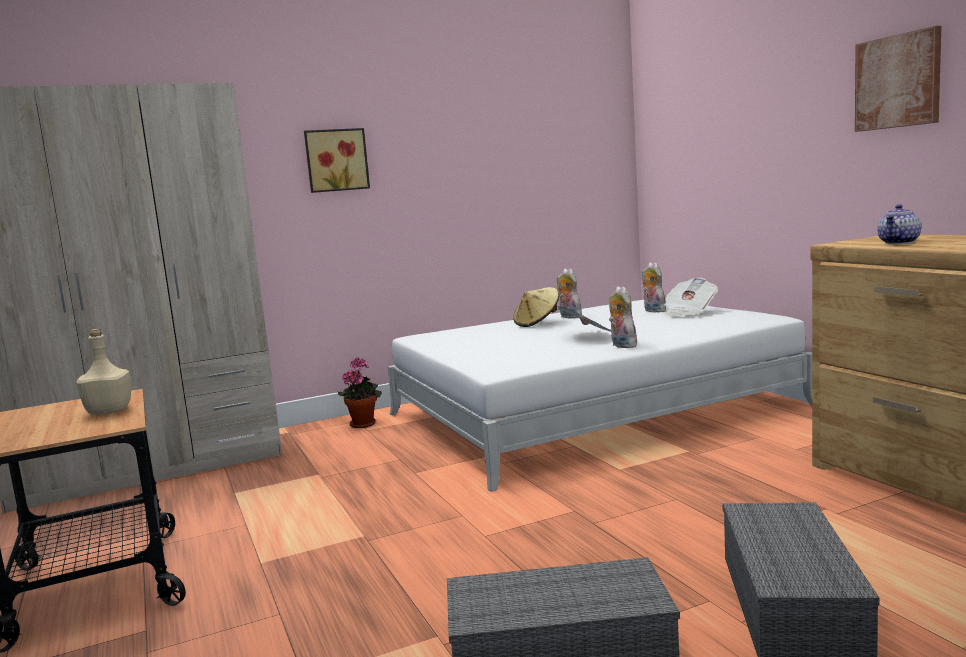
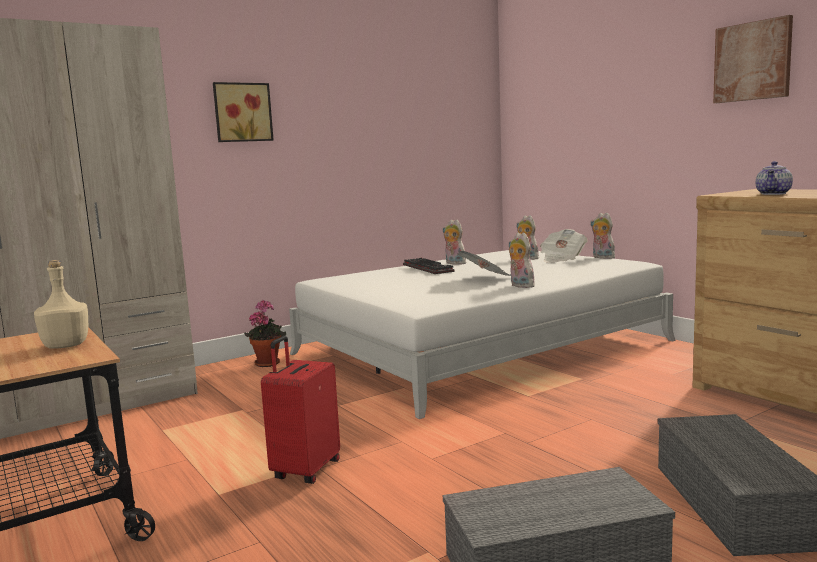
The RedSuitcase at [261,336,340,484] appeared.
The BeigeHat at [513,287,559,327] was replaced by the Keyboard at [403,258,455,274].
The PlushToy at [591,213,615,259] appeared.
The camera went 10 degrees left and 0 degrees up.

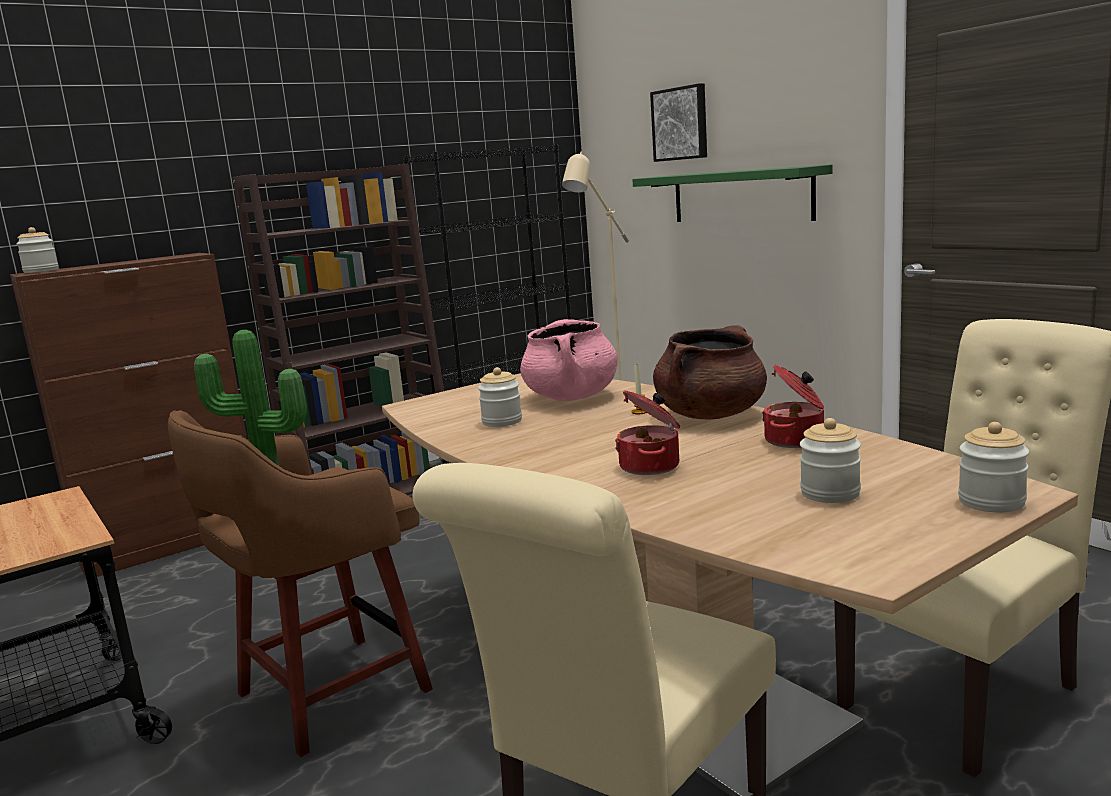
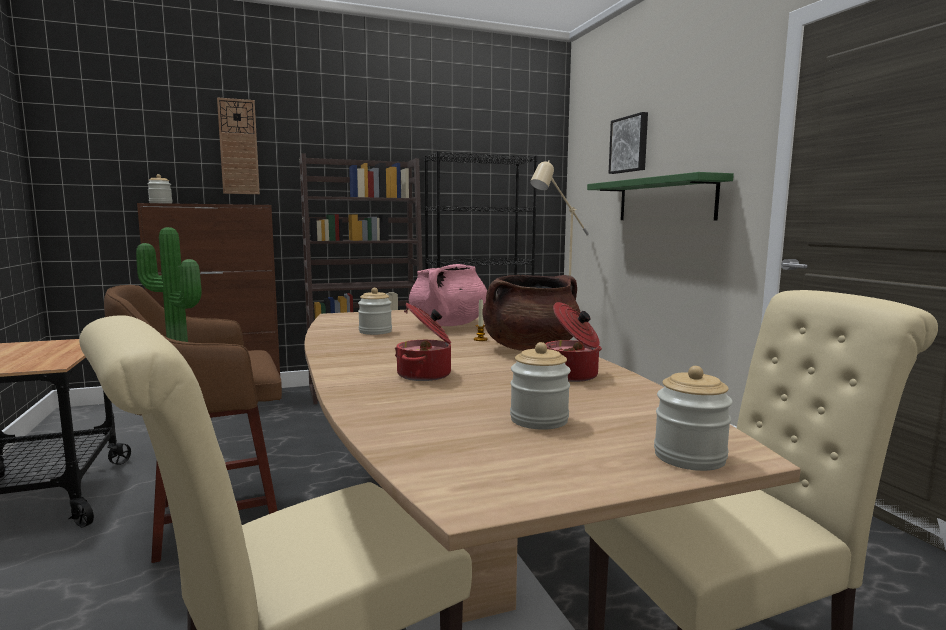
The WallClock at [217,97,260,194] appeared.
The camera went 15 degrees right and 5 degrees down.

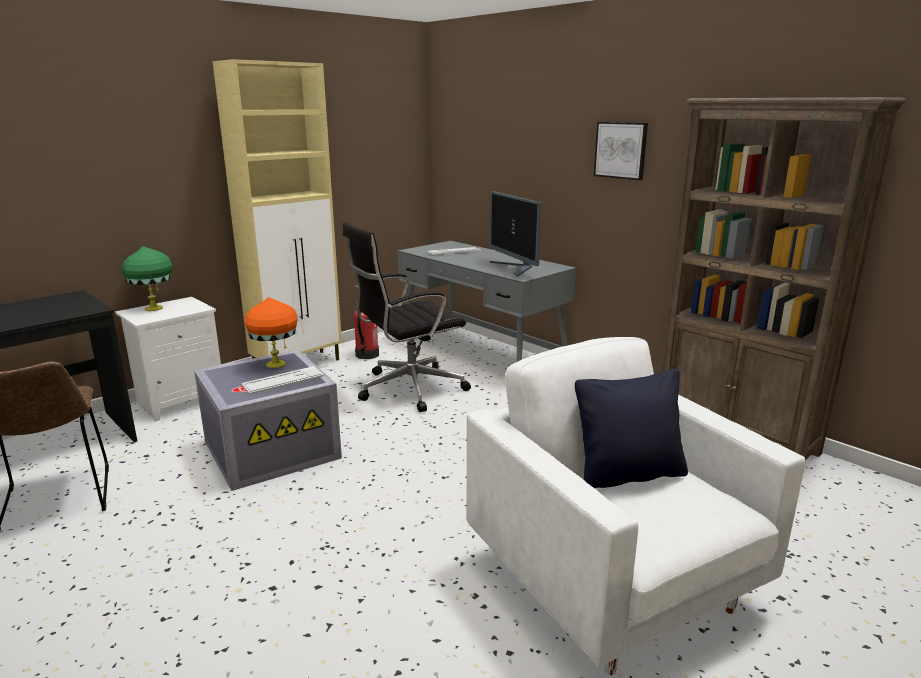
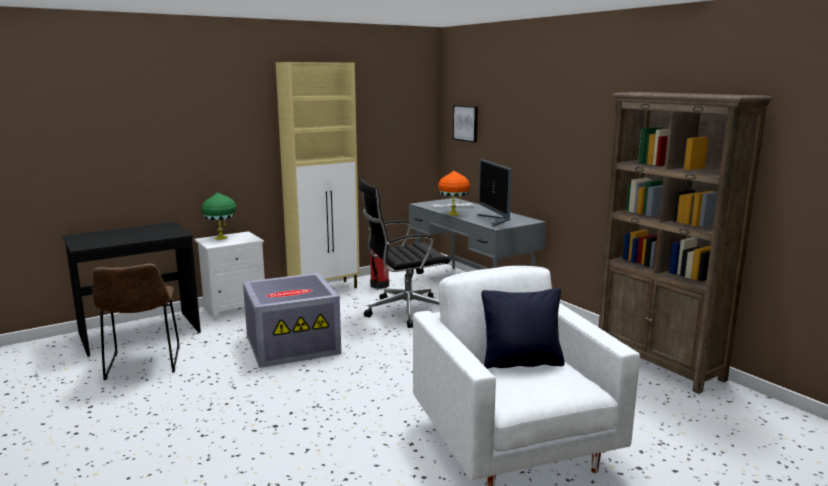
The OrangeTableLamp moved from [244,297,298,368] to [438,171,470,215].
The Picture moved from [594,122,648,180] to [453,105,478,142].
The Keyboard at [241,366,324,394] disappeared.
The camera went 10 degrees right and 5 degrees down.

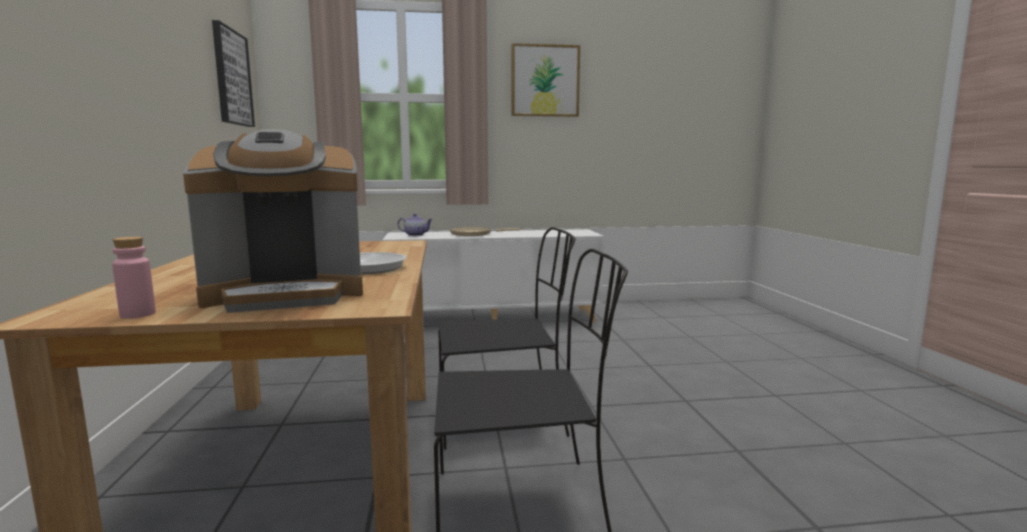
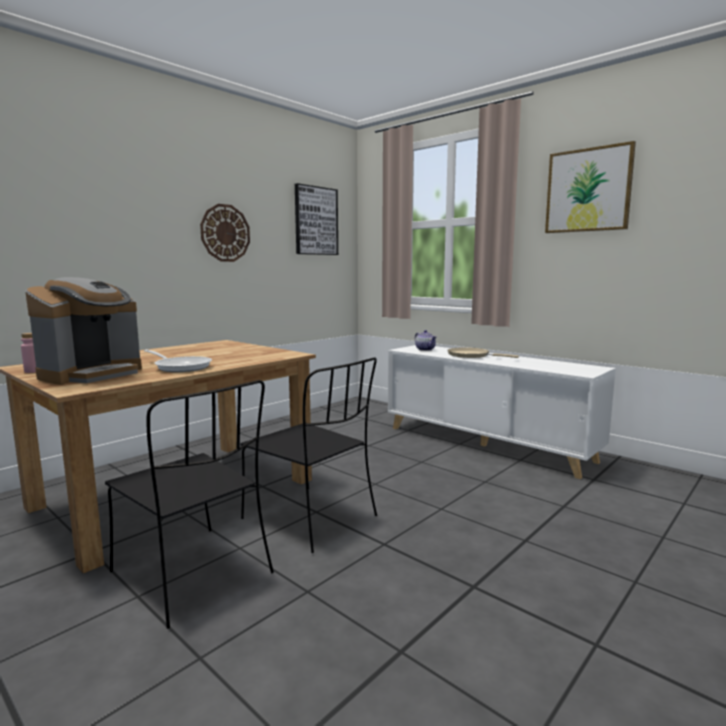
The CoffeeMachine at [183,129,363,313] turned 90 degrees counterclockwise.
The WallClock at [200,204,250,262] appeared.
The camera went 50 degrees right and 0 degrees up.

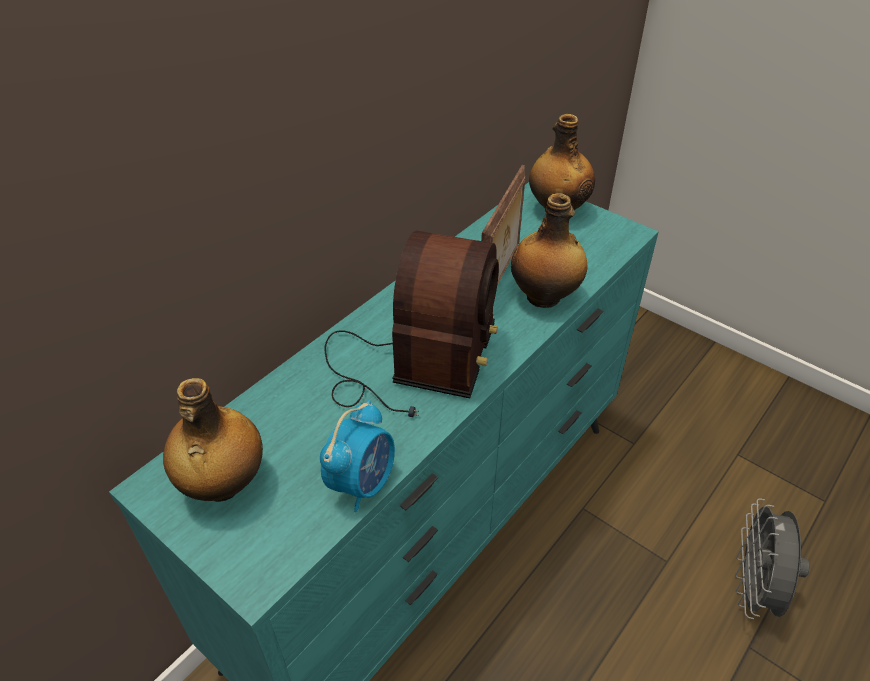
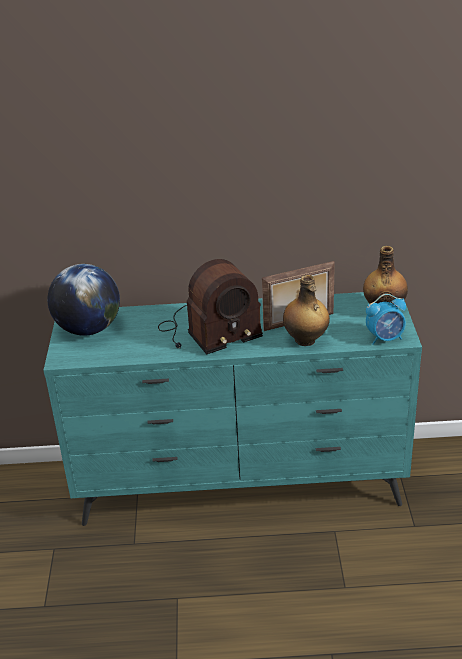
The Bottle at [163,378,263,502] was replaced by the Globe at [47,264,120,336].
The AlarmClock moved from [320,400,395,512] to [366,294,406,345].
The GreyFan at [735,499,810,619] disappeared.
The camera went 50 degrees right and 10 degrees down.

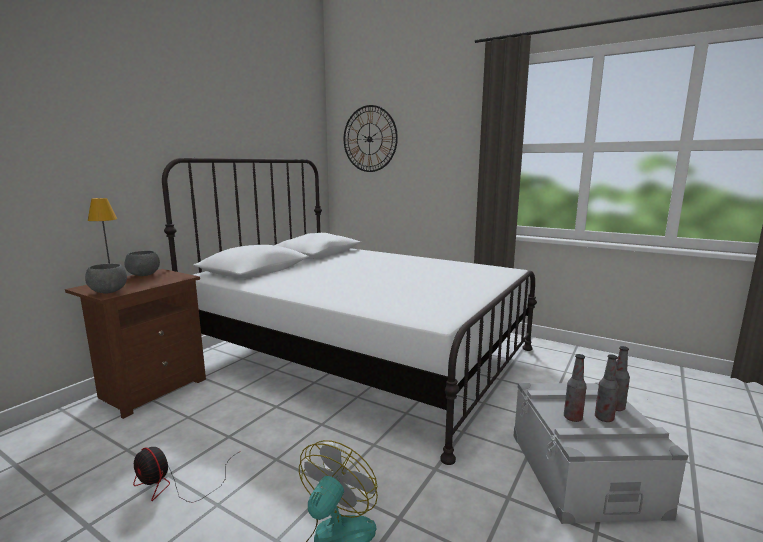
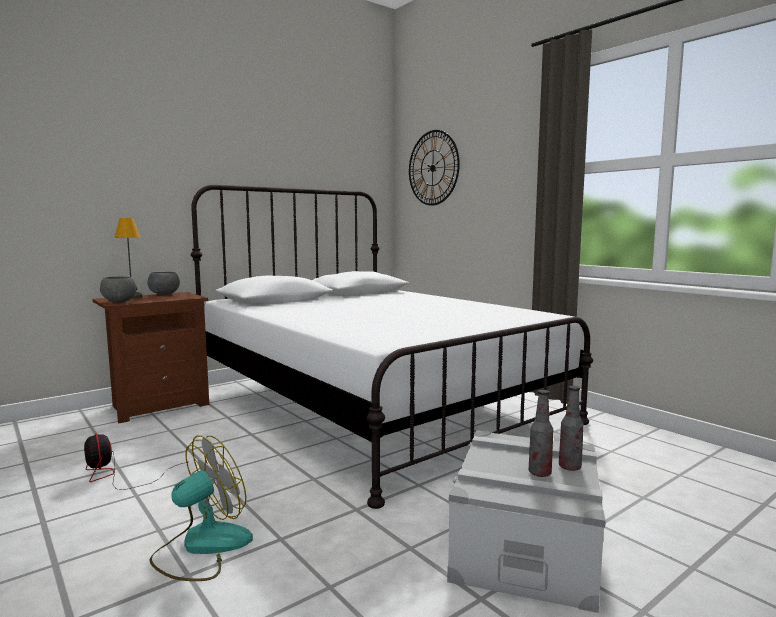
The Bottle at [564,354,587,422] disappeared.
The camera went 20 degrees right and 5 degrees down.

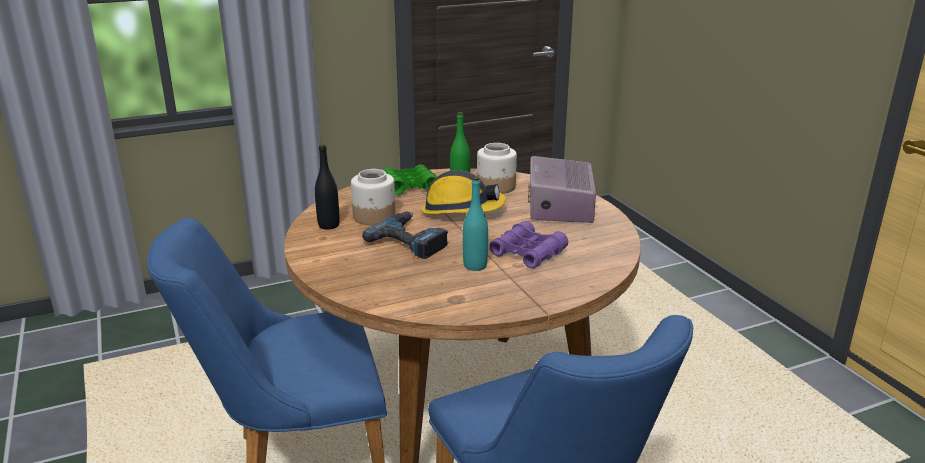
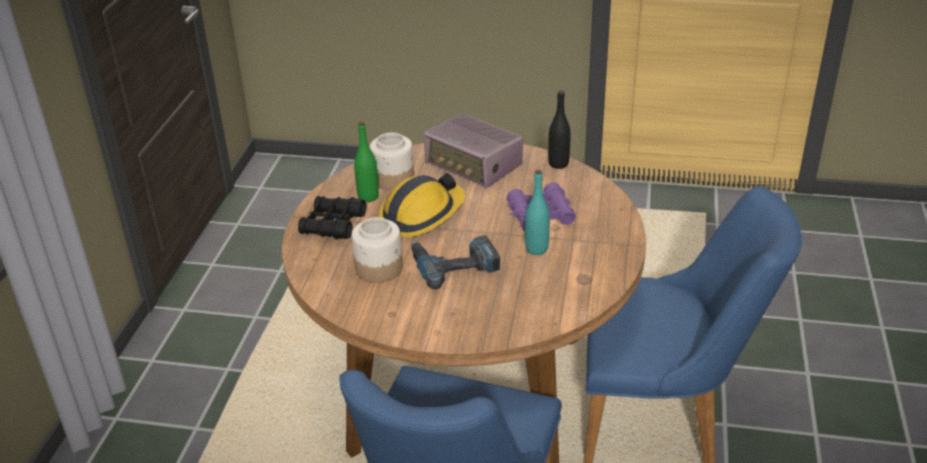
The GreenBinoculars at [383,165,437,195] became the BlackBinoculars at [298,196,366,239].
The BlackBottle moved from [315,144,340,230] to [548,90,571,169].
The camera went 55 degrees left and 10 degrees up.

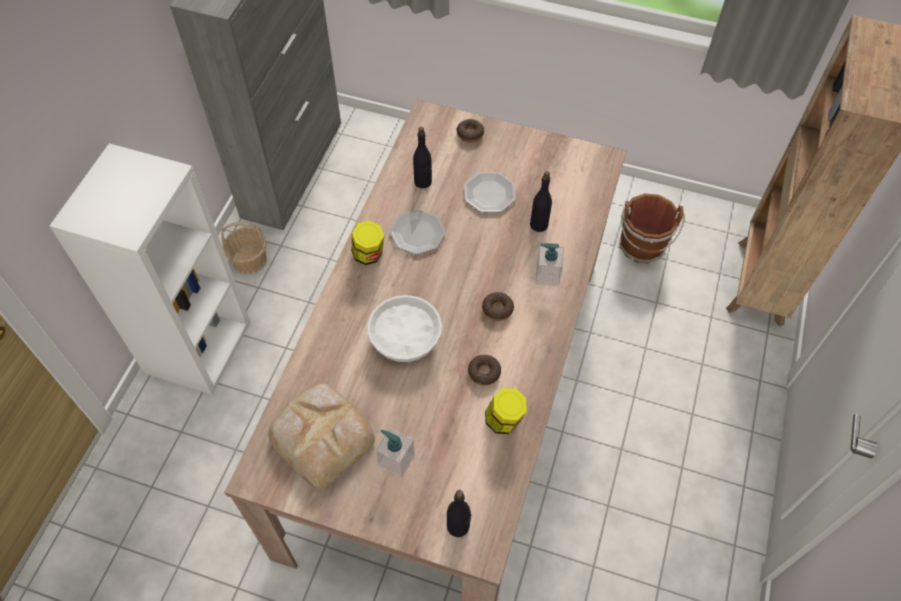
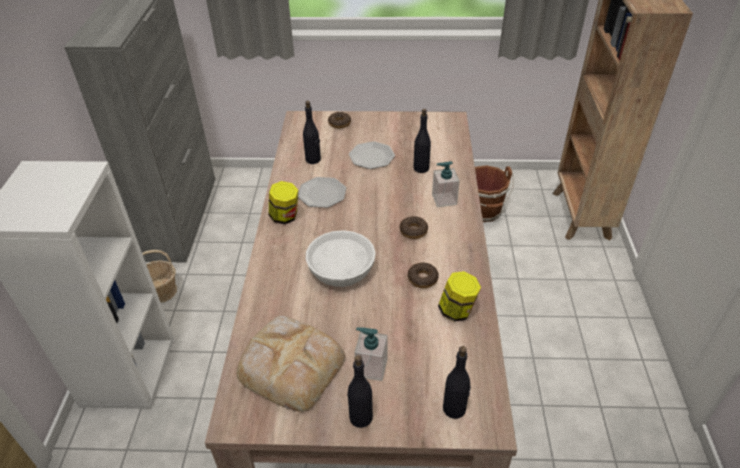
The BlackBottle at [347,355,373,428] appeared.
The camera went 15 degrees left and 15 degrees down.

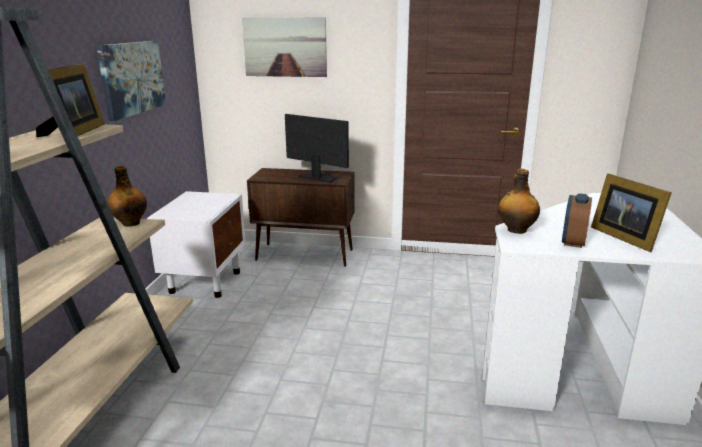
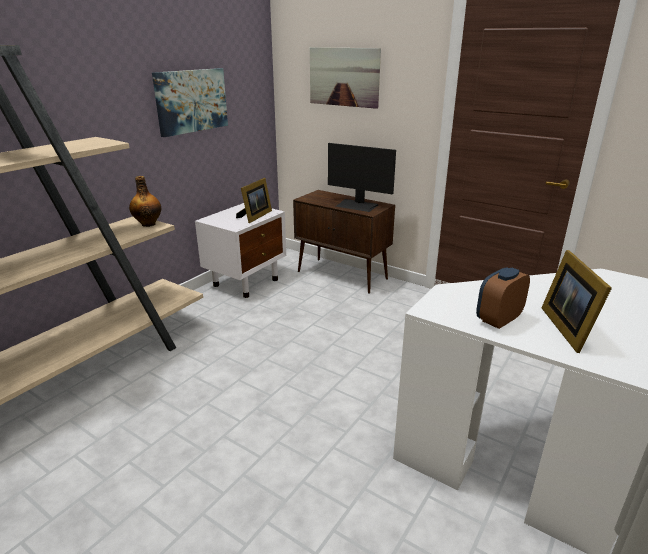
The PictureFrame moved from [36,64,105,137] to [236,178,272,223].
The Monitor at [285,114,349,183] turned 150 degrees clockwise.
The Bottle at [498,169,540,234] disappeared.
The camera went 25 degrees right and 5 degrees up.

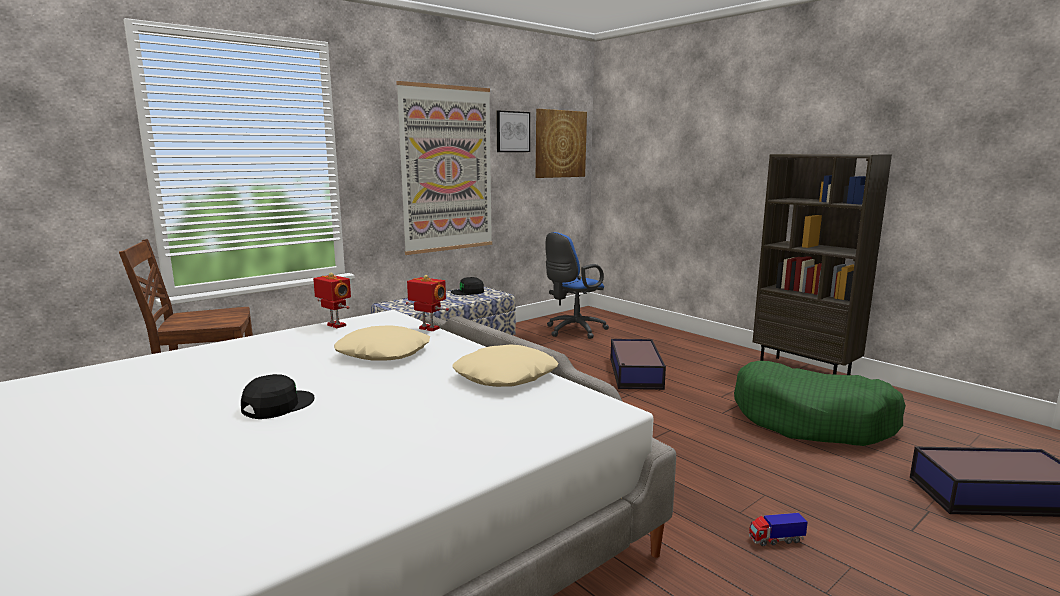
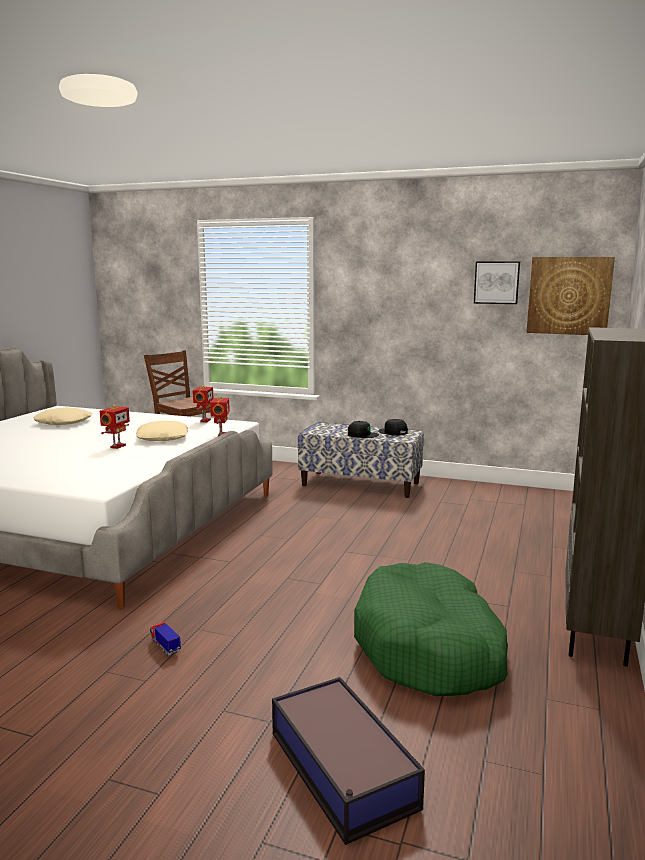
The BeigePillow moved from [452,344,558,387] to [34,407,92,425].
The ToyRobot at [100,405,130,449] appeared.
The BlackCap moved from [241,374,315,419] to [348,421,379,438].
The Picture at [396,81,492,255] disappeared.
The BlueOfficeChair at [545,232,609,339] disappeared.
The StorageBox at [610,339,666,390] disappeared.
The camera went 60 degrees right and 0 degrees up.

